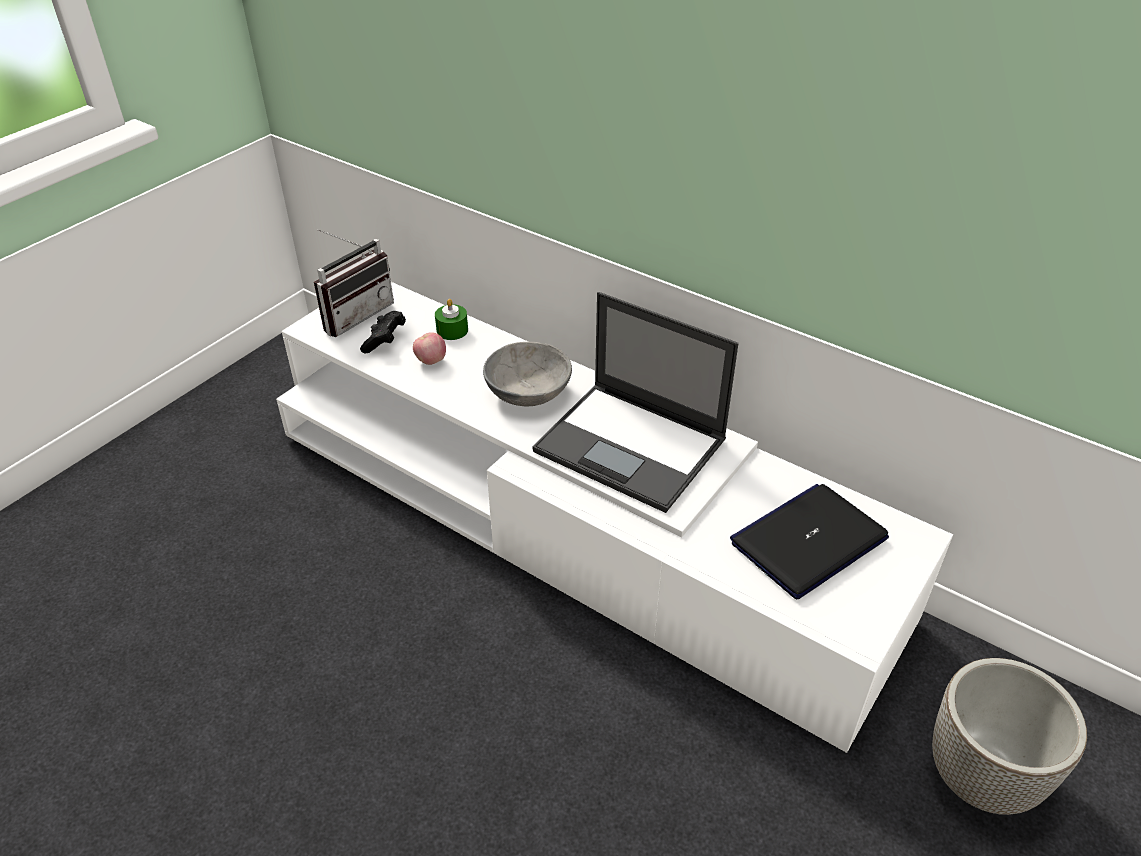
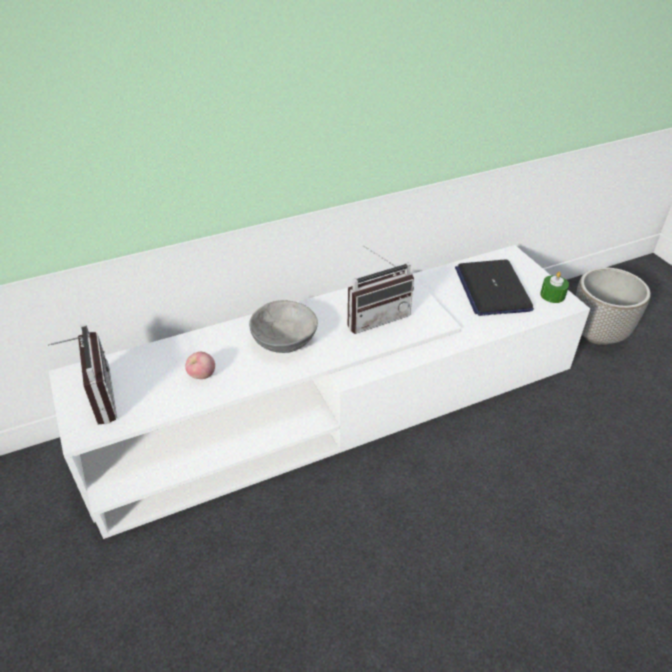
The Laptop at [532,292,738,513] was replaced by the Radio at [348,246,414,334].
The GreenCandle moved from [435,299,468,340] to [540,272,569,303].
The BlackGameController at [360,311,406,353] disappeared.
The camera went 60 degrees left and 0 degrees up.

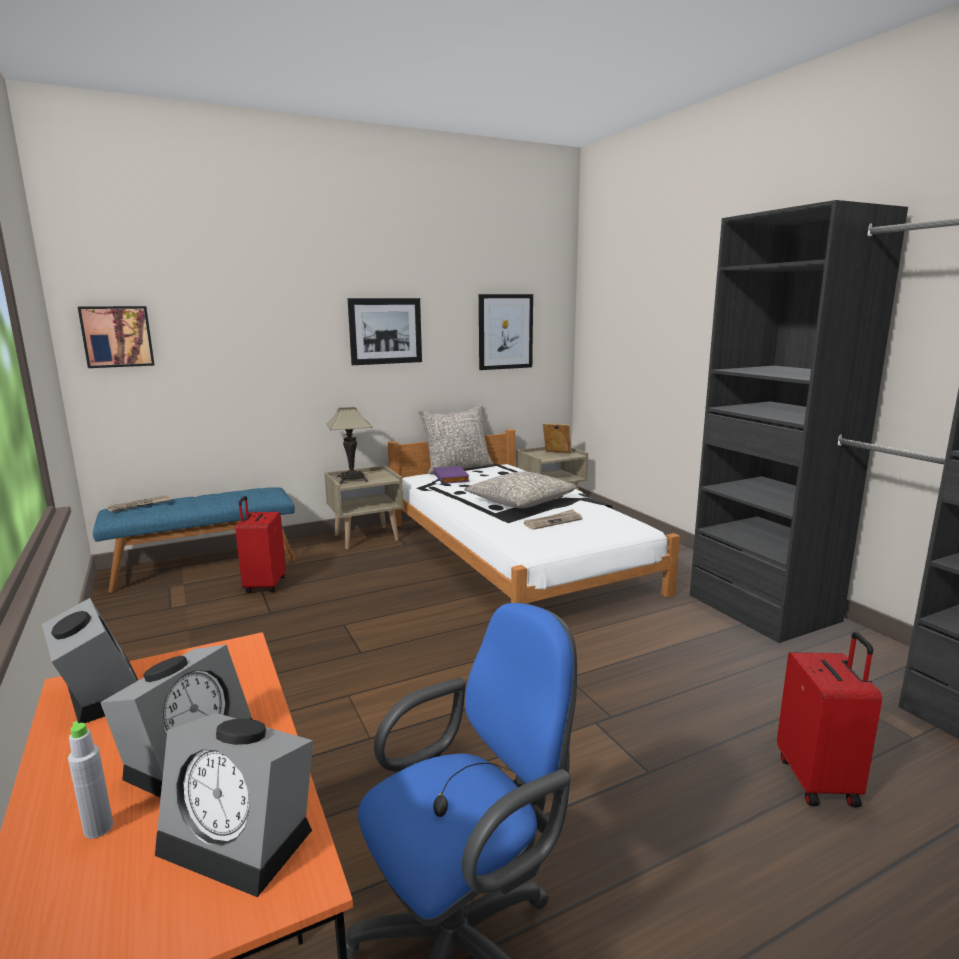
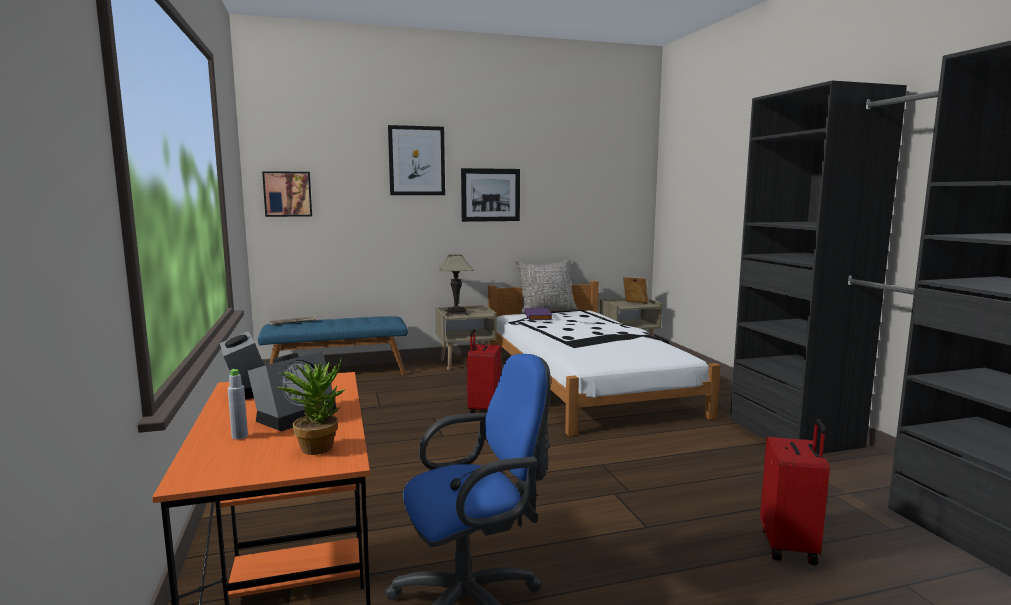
The AlarmClock at [155,713,313,897] was replaced by the PottedPlant at [278,356,345,455].
The Picture moved from [479,294,533,370] to [388,125,445,195].
The RedSuitcase moved from [235,496,286,593] to [467,329,501,413].
The GreyPillow at [464,472,577,508] disappeared.
The Newspaper at [524,509,583,530] disappeared.
The camera went 10 degrees right and 5 degrees down.

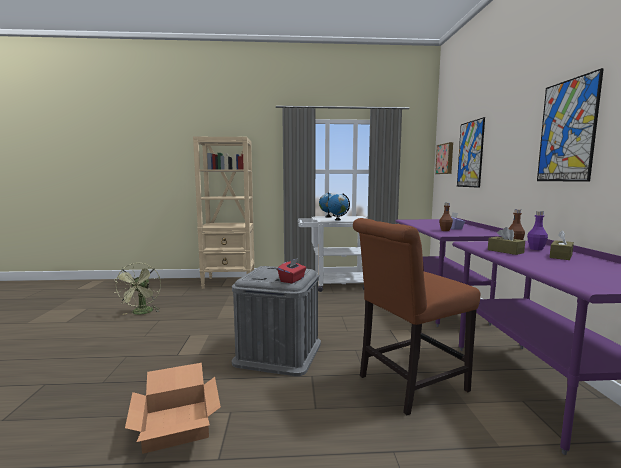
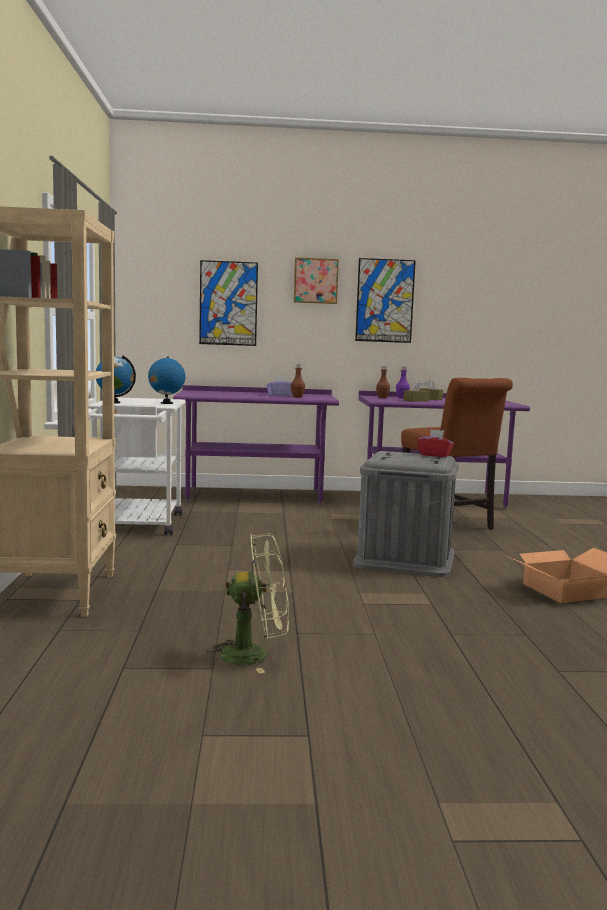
The Picture moved from [435,142,453,174] to [294,257,339,304].
The camera went 90 degrees left and 0 degrees up.

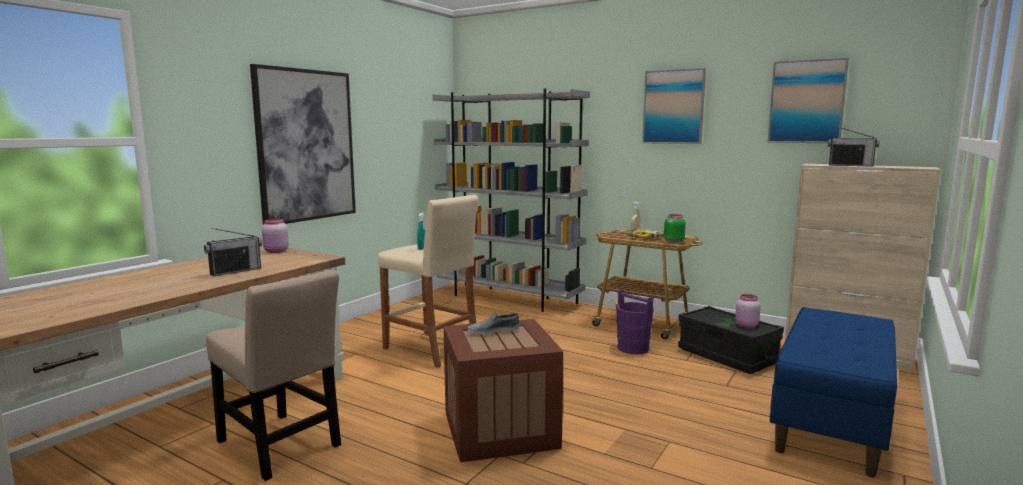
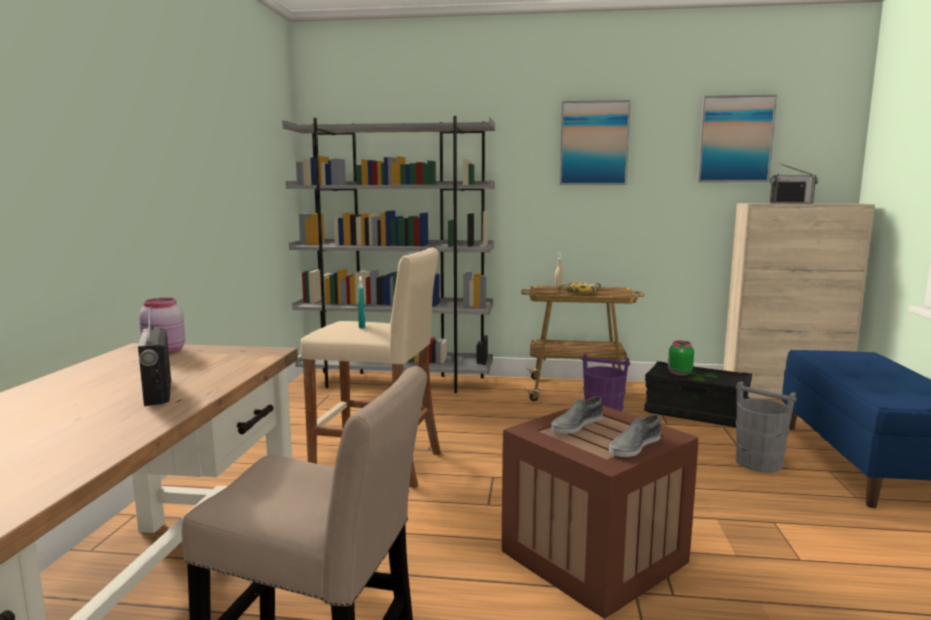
The Radio at [204,228,262,276] turned 135 degrees clockwise.
The GreyShoe at [609,414,661,457] appeared.
The GreenJar moved from [664,214,686,243] to [668,341,694,376].
The GreyBucket at [736,381,796,473] appeared.
The Picture at [250,64,356,225] disappeared.
The PinkJar at [735,294,761,328] disappeared.
The camera went 25 degrees left and 0 degrees up.

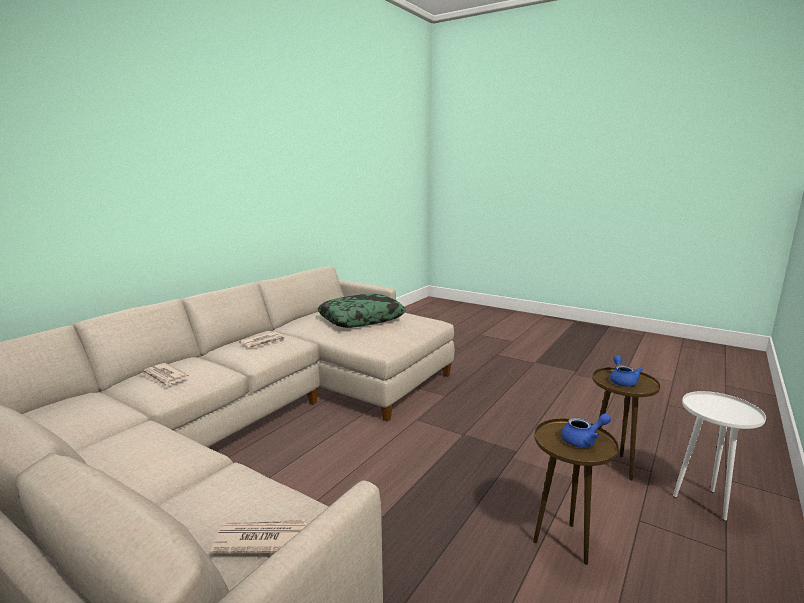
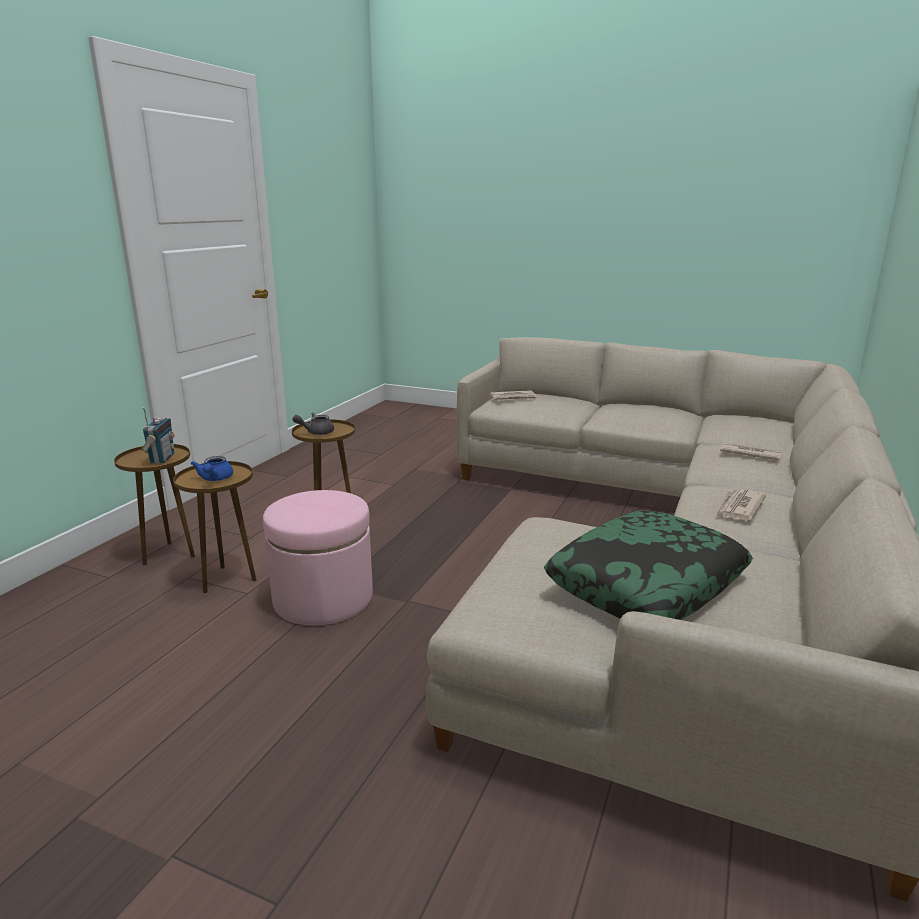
The WhiteSideTable at [673,391,766,521] became the BrownSideTable at [114,444,195,565].
The Radio at [141,407,174,464] appeared.
The PinkOttoman at [263,490,373,625] appeared.
The BlueTeapot at [561,413,611,447] became the GreyTeapot at [293,413,334,435].
The camera went 170 degrees right and 5 degrees up.

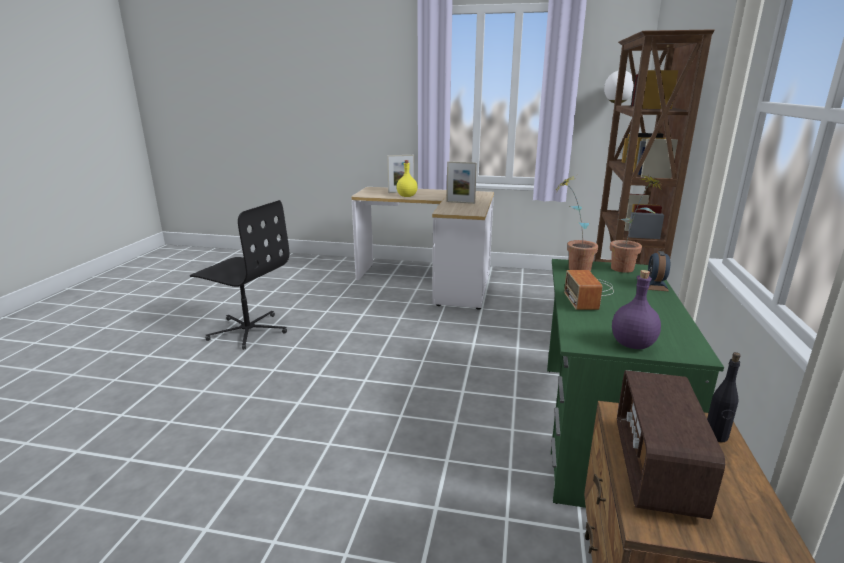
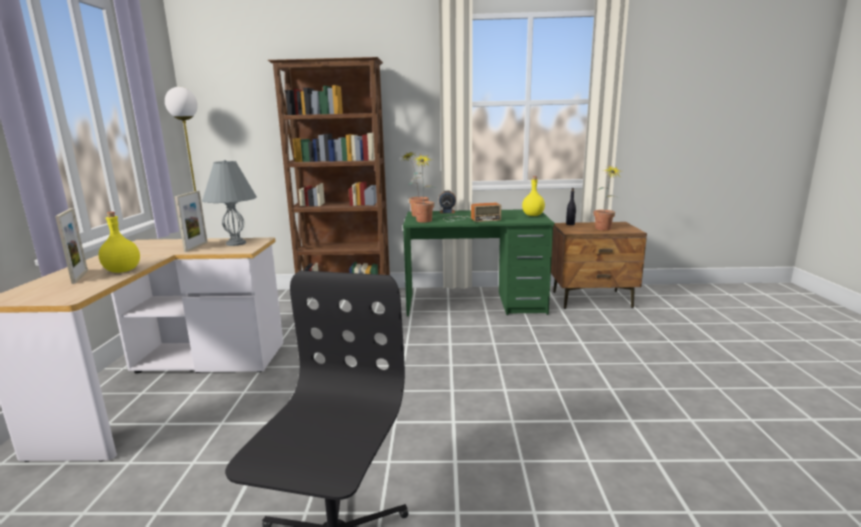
The GreyTableLamp at [202,160,257,246] appeared.
The PurpleBottle at [612,270,661,349] became the YellowBottle at [522,176,545,216].
The Radio at [617,370,725,519] was replaced by the PottedPlant at [594,166,620,231].
The camera went 100 degrees left and 5 degrees down.

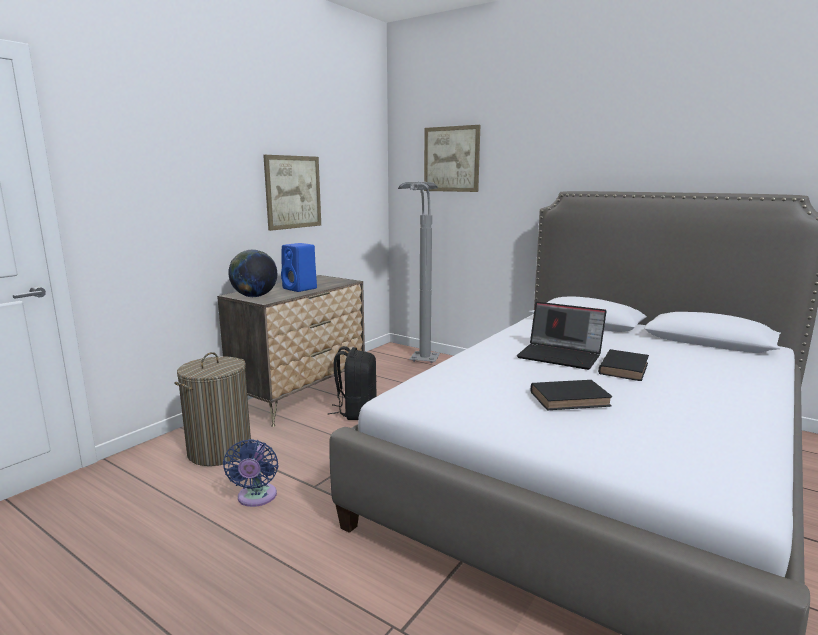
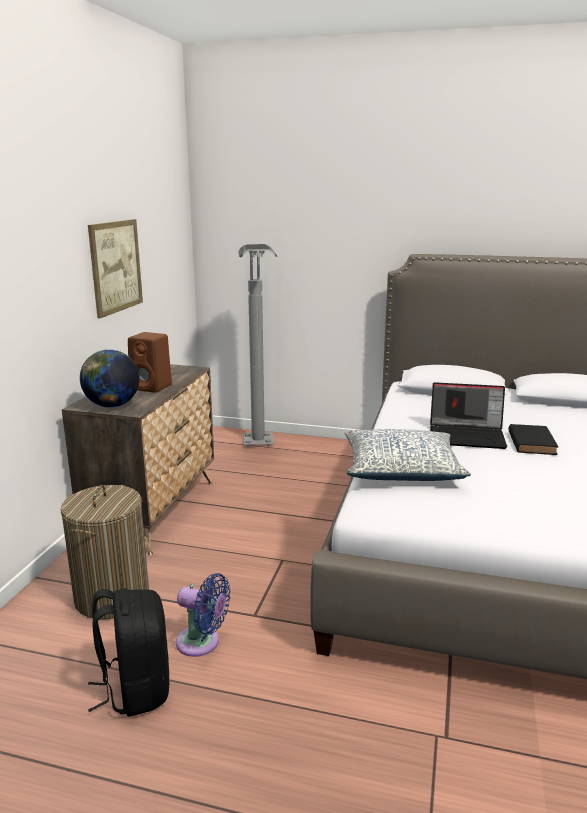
The BlackBackpack moved from [328,346,376,420] to [88,588,170,716].
The BlueSpeaker at [281,243,317,292] became the BrownSpeaker at [128,332,172,393].
The BlueFan at [223,439,278,507] turned 45 degrees counterclockwise.
The Pillow at [344,429,471,481] appeared.
The Picture at [424,125,480,192] disappeared.
The BlackBook at [531,380,612,410] disappeared.
The camera went 20 degrees left and 5 degrees up.

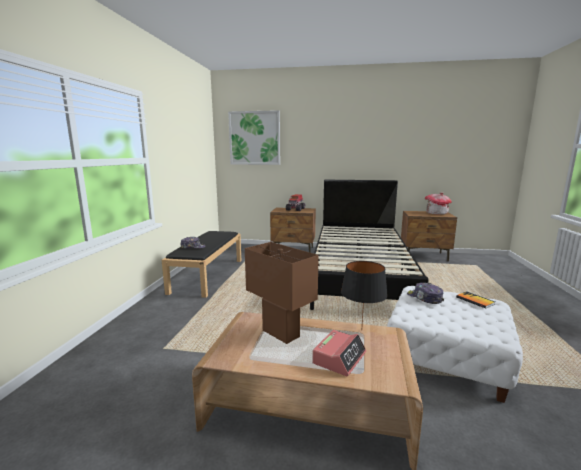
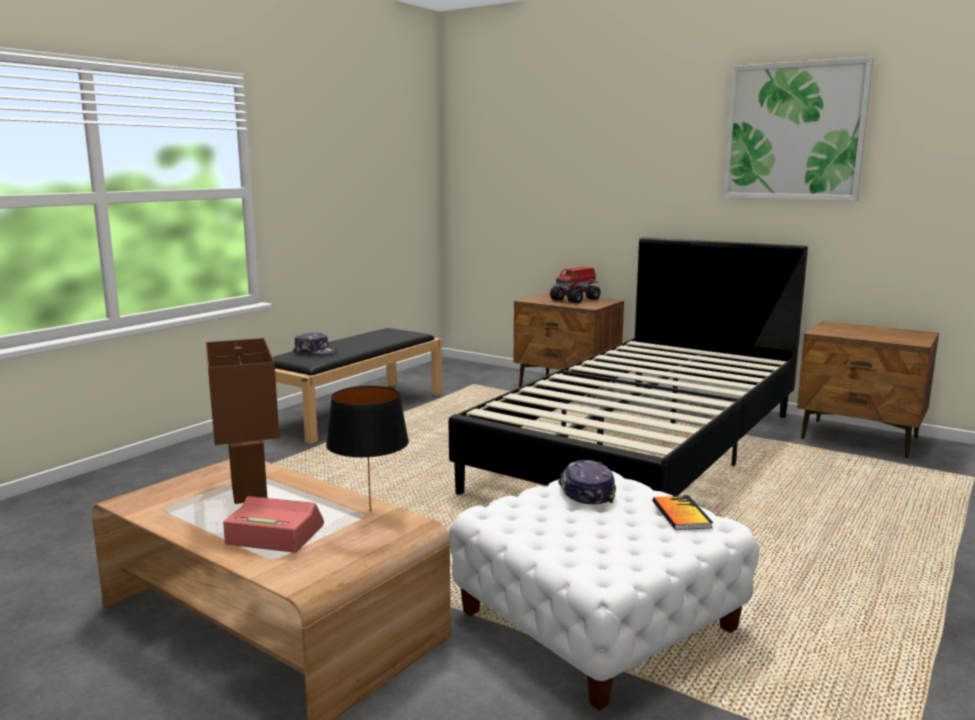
The AlarmClock at [312,330,366,376] turned 135 degrees counterclockwise.
The Picture moved from [228,110,280,165] to [723,57,874,201].
The ToyHouse at [425,192,452,215] disappeared.
The camera went 25 degrees right and 0 degrees up.

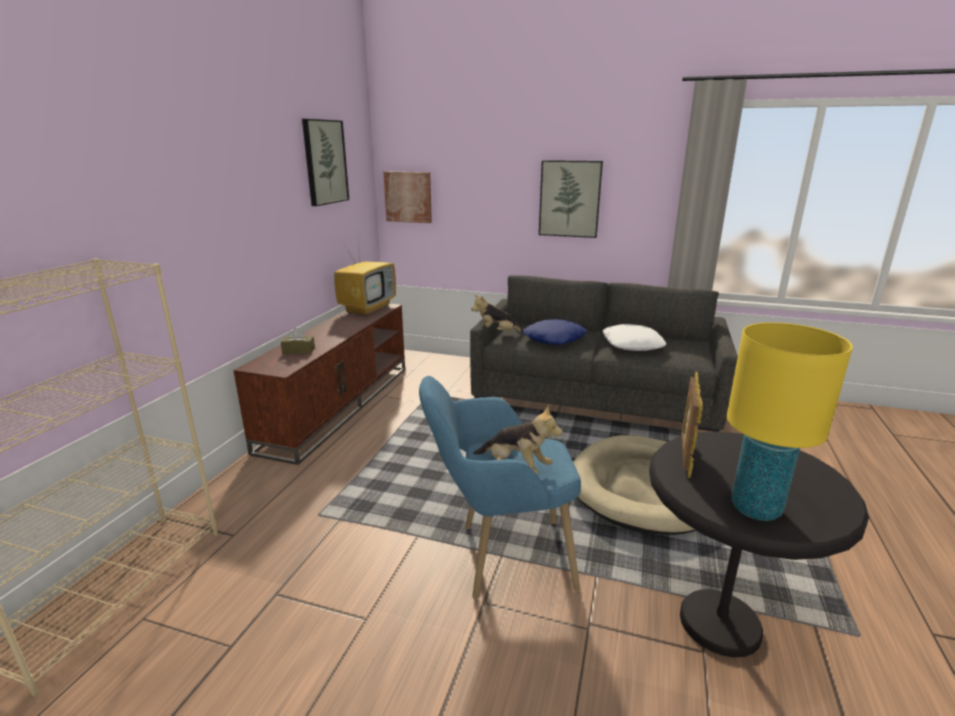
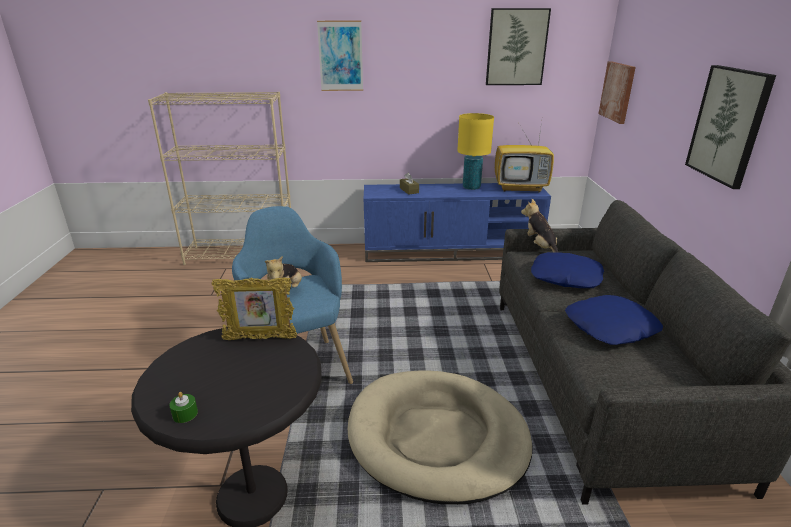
The GreenCandle at [169,392,198,423] appeared.
The Picture at [317,21,363,91] appeared.
The BrownTvStand at [233,304,405,465] became the BlueTvStand at [364,183,551,262].
The YellowTableLamp moved from [727,322,853,521] to [457,113,494,190].
The WhitePillow at [603,324,666,351] became the BluePillow at [565,295,663,345].
The camera went 70 degrees right and 5 degrees up.

